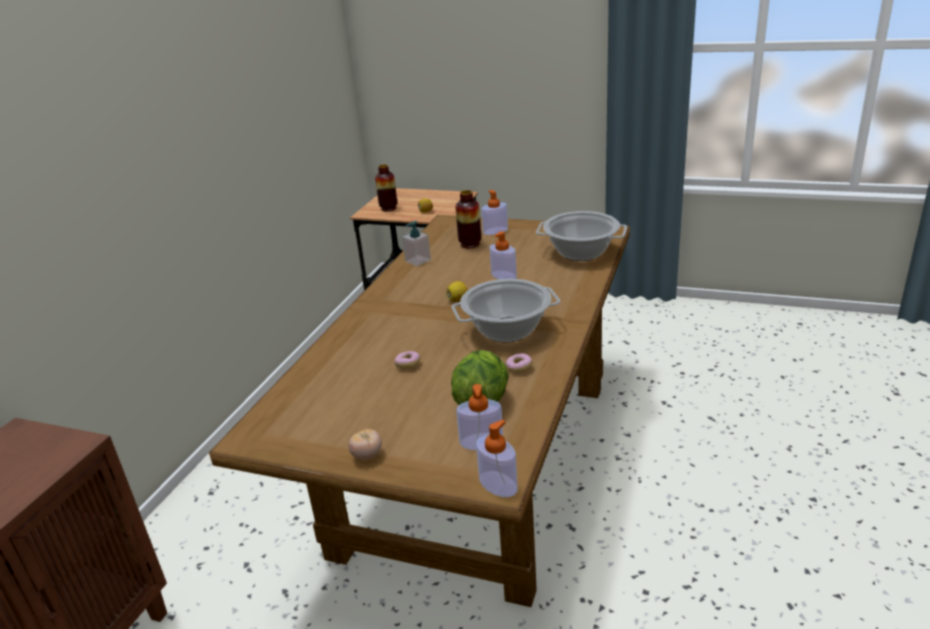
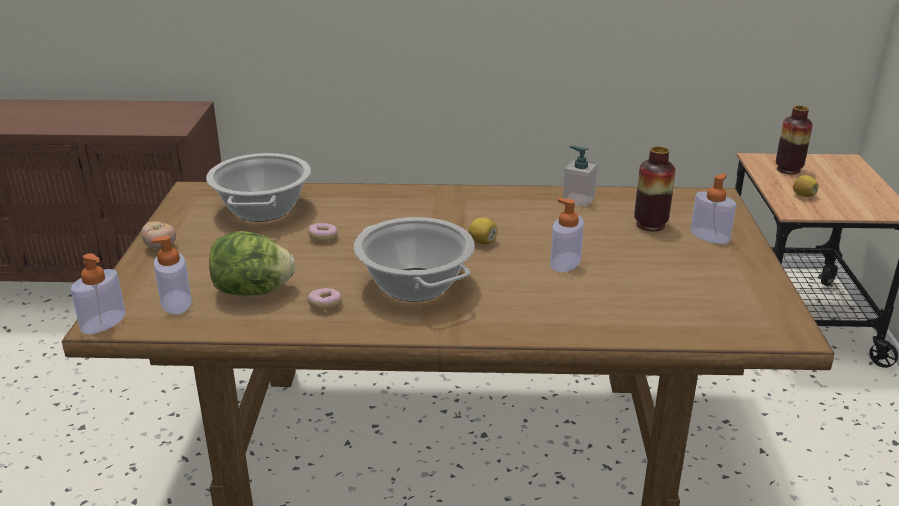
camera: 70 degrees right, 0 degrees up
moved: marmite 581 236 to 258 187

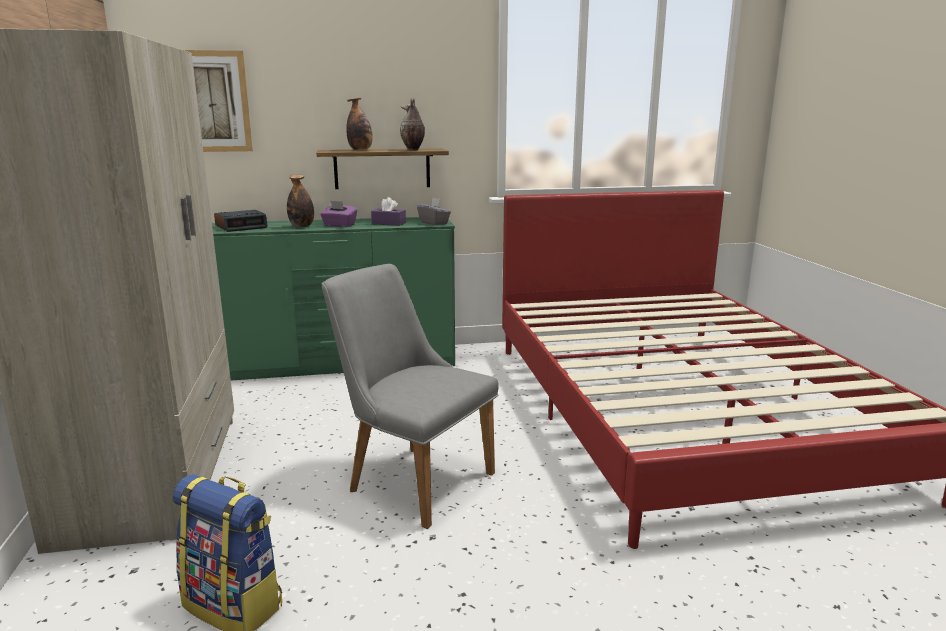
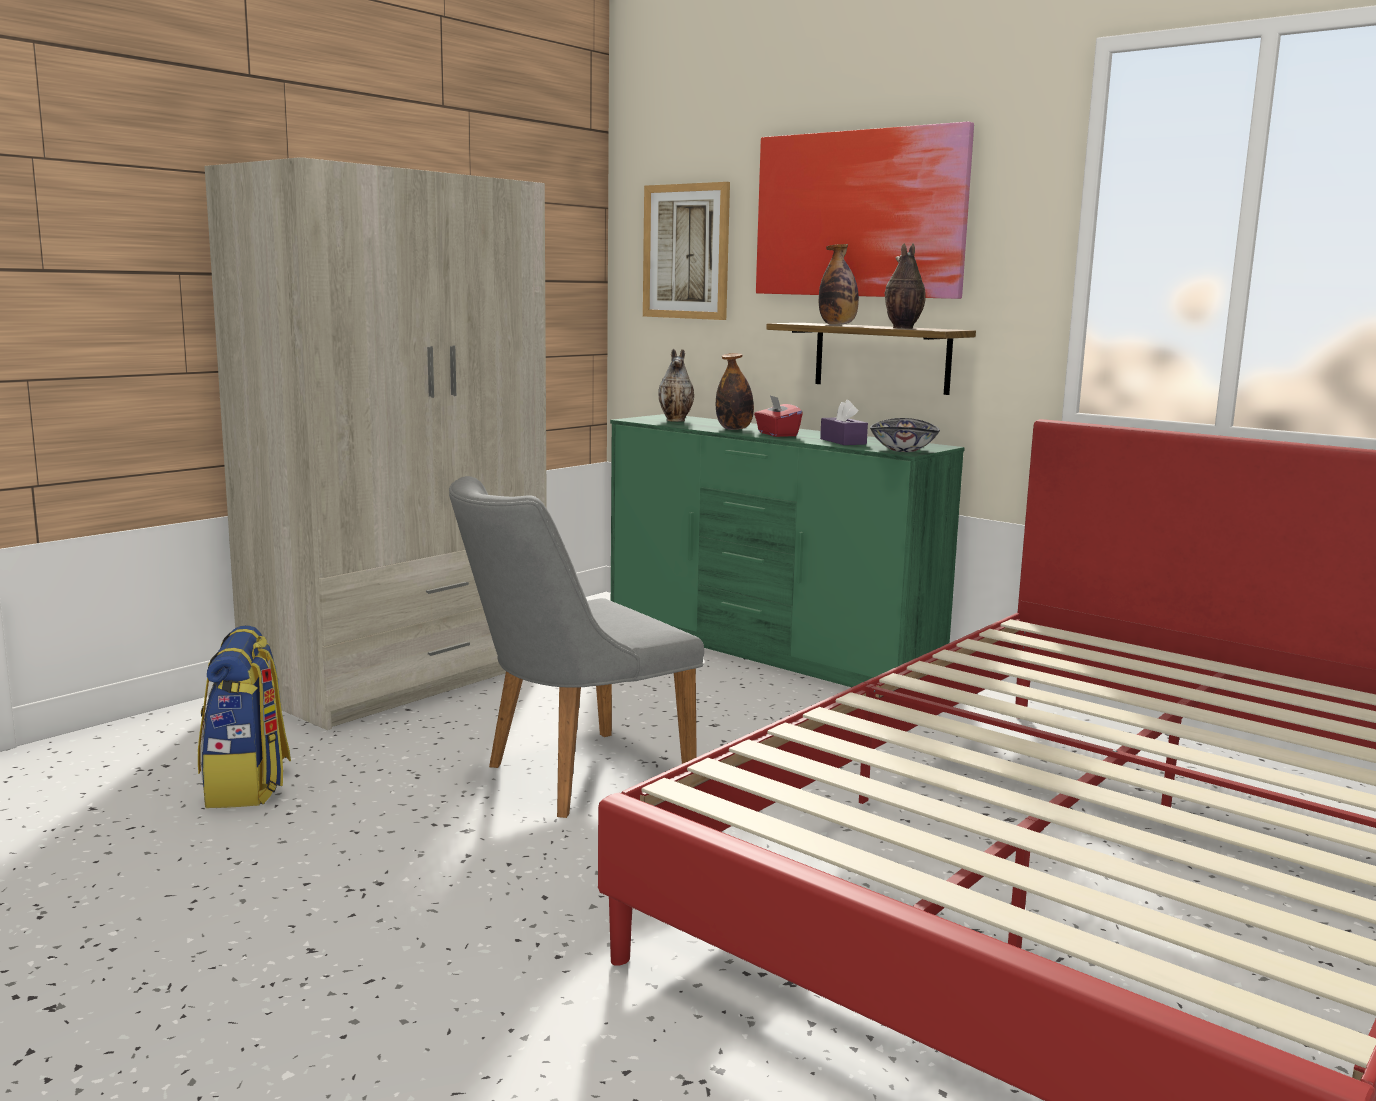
camera: 50 degrees right, 5 degrees down
added: tableau 865 210
replaced: réveil 241 221 to vase 676 385; boîte à mouchoirs/gris 434 211 to bol 905 435
recoloured: boîte à mouchoirs/violet 338 213 to boîte à mouchoirs/rouge 778 416
turned: chaise/gris 410 396 = 576 647 120 degrees counterclockwise

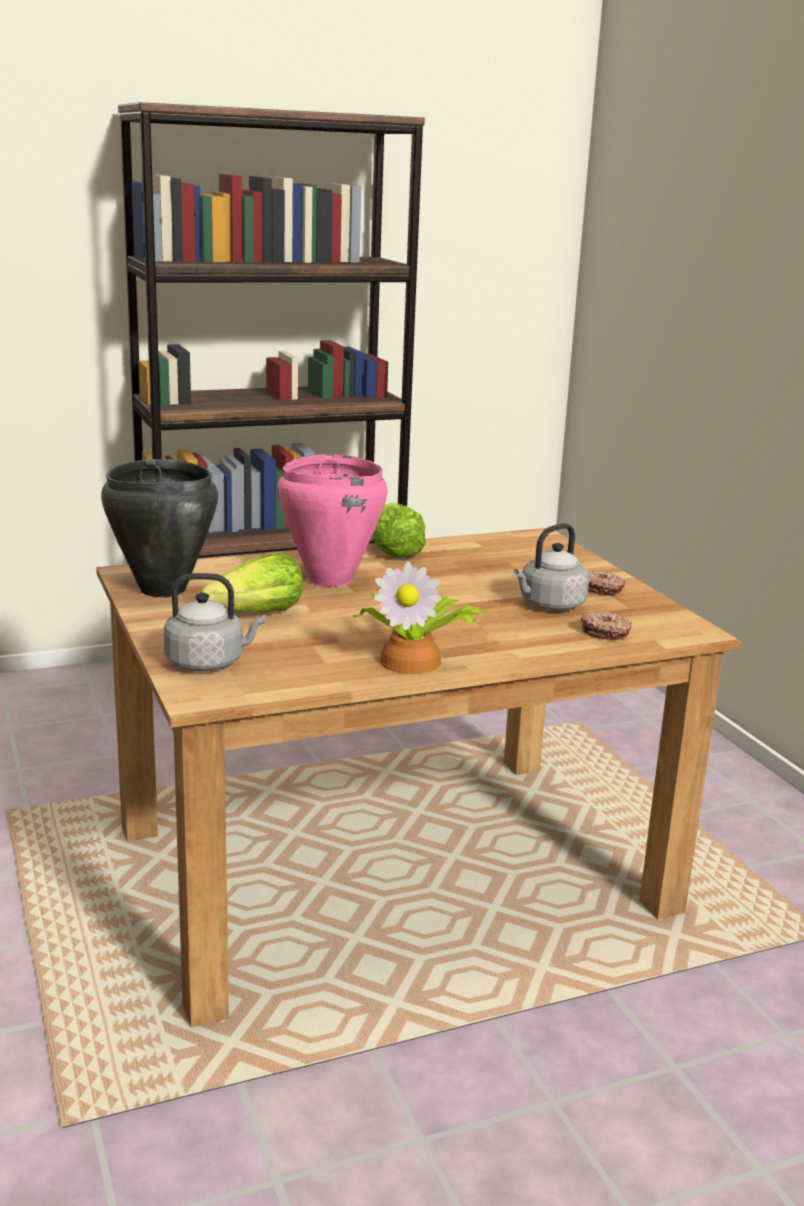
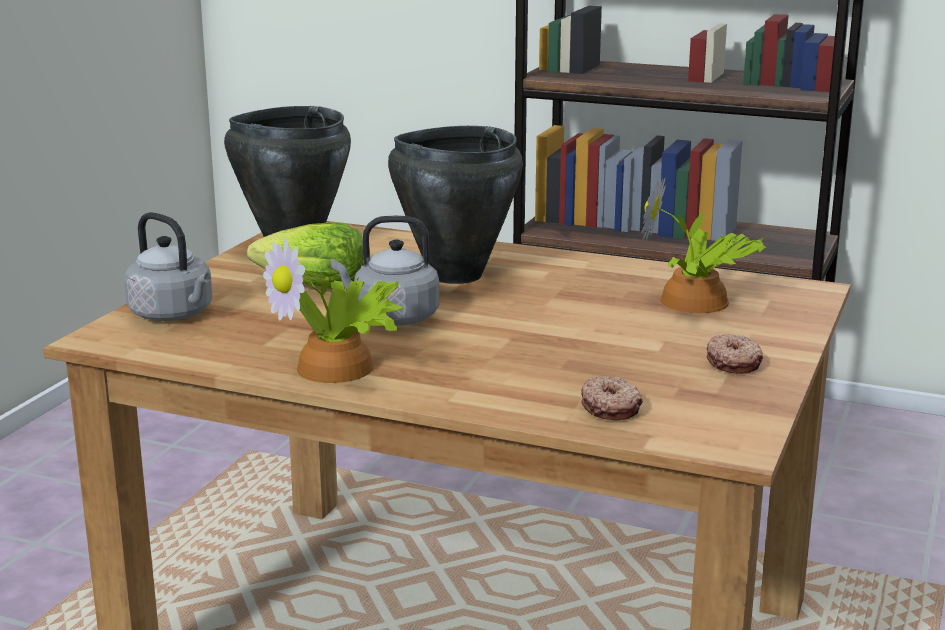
camera: 45 degrees right, 0 degrees up
removed: laitue 399 530
added: plante en pot 703 243
moved: bouilloire/gris 551 567 to 385 270
recoloured: marmite/rose 332 520 to marmite/noir 455 205

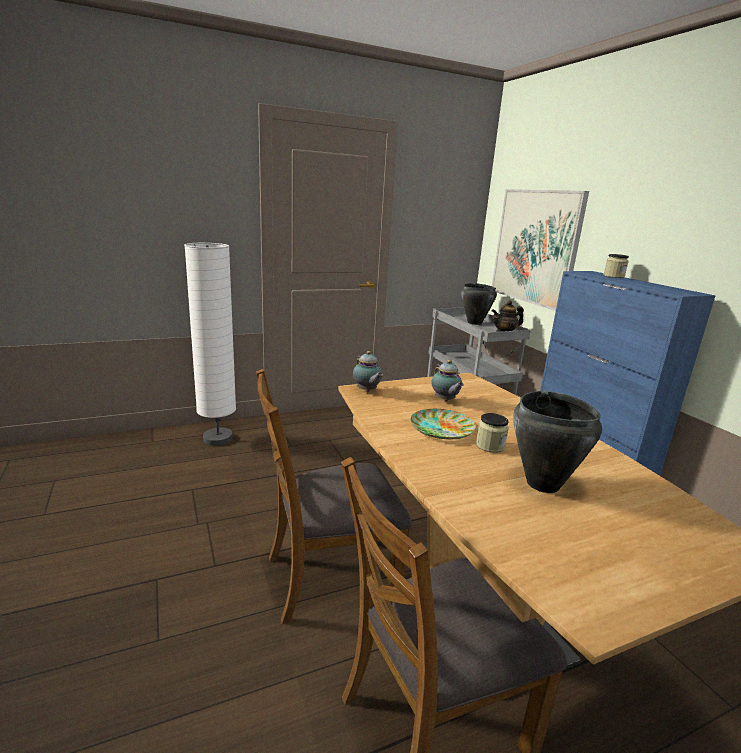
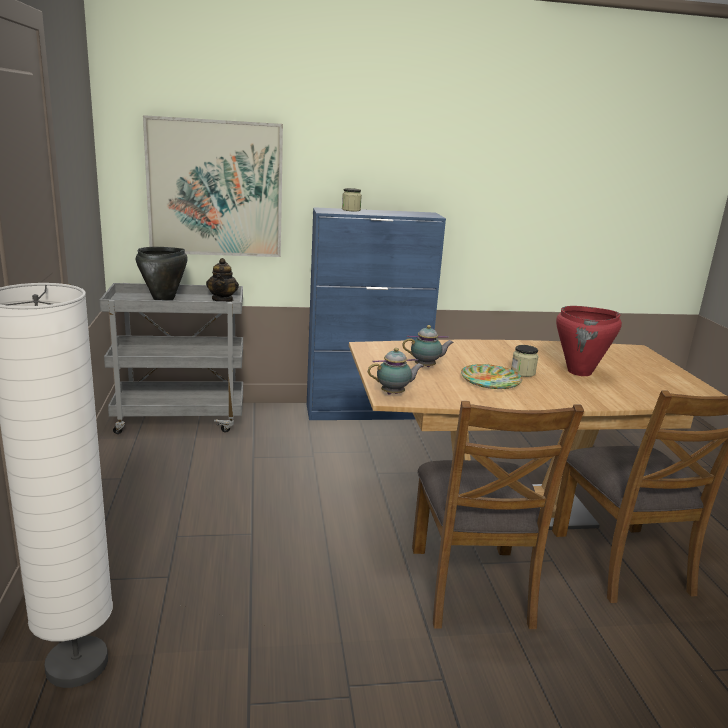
camera: 75 degrees left, 0 degrees up
recoloured: marmite/noir 557 442 to marmite/rouge 589 341

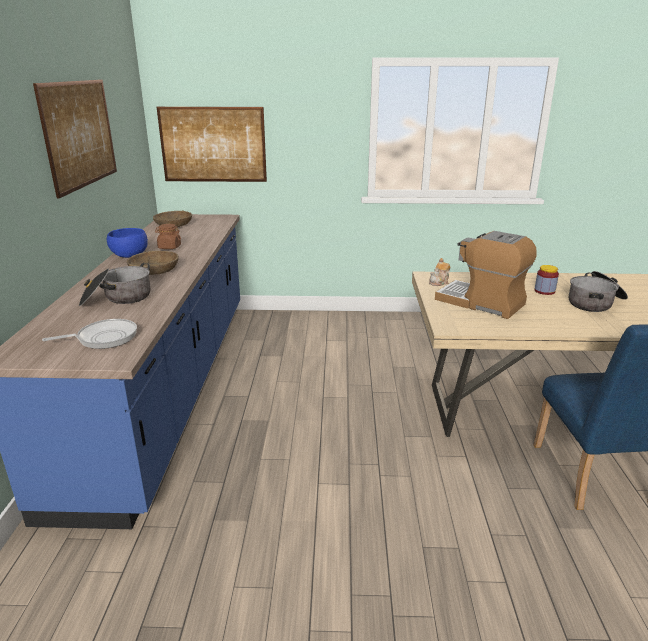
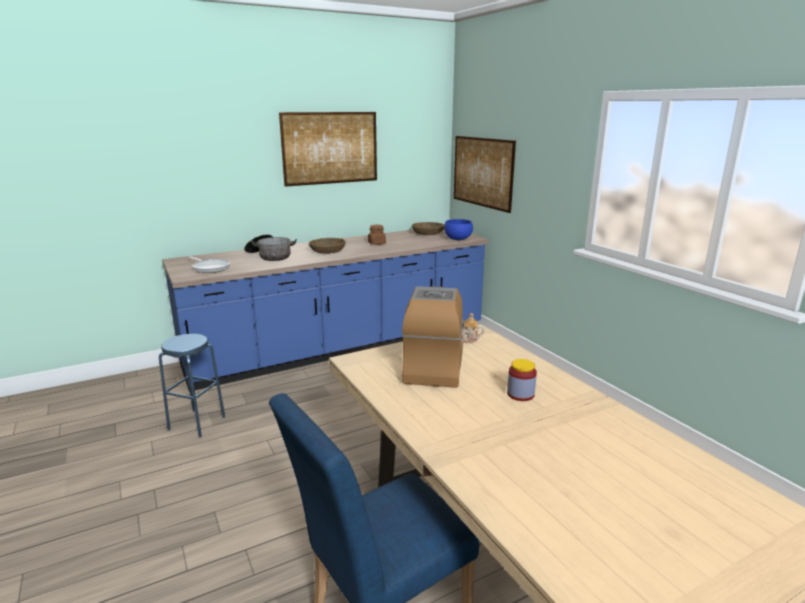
camera: 60 degrees right, 5 degrees down
removed: marmite 598 291
added: tabouret/bleu 192 386
moved: bol/bleu 127 243 to 458 229

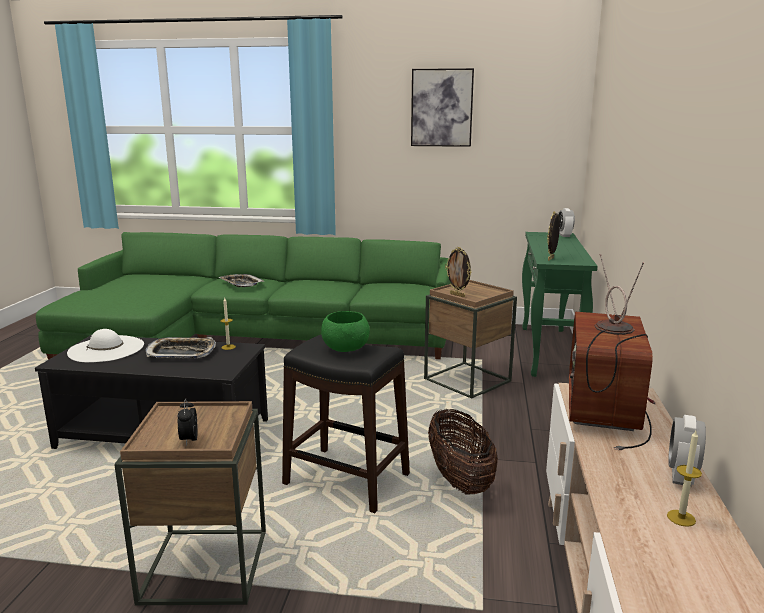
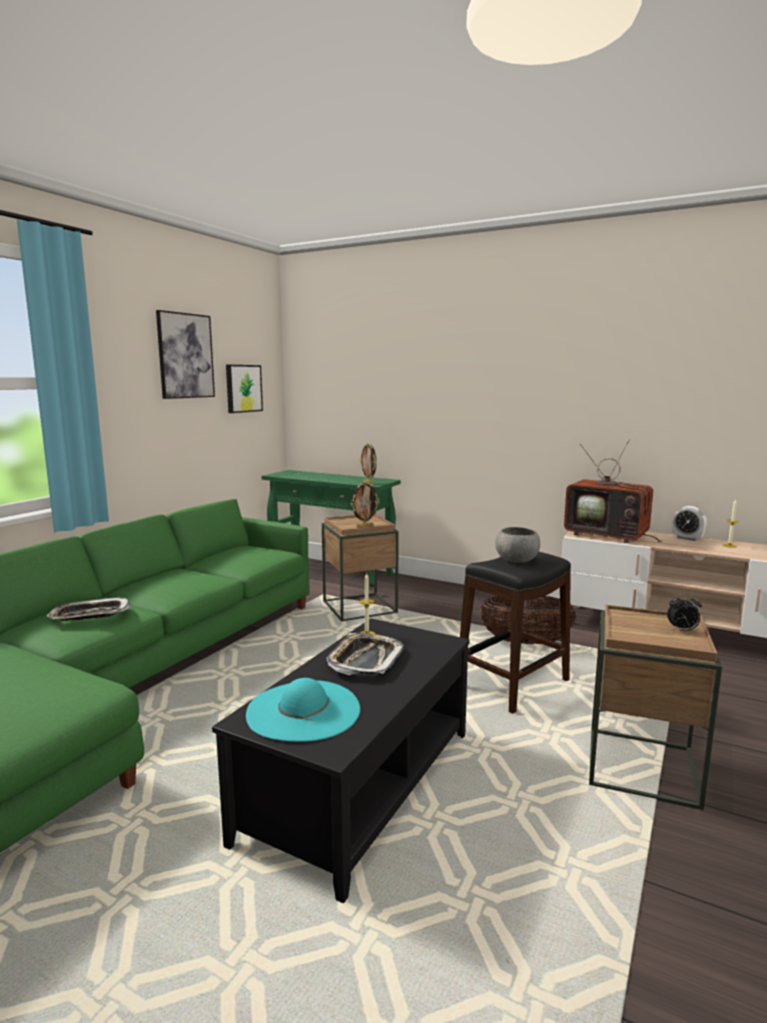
camera: 70 degrees left, 5 degrees down
removed: réveil 566 222
added: tableau 244 389
recoloured: chapeau/blanc 105 345 to chapeau/turquoise 303 710; bol/vert 345 331 to bol/gris 517 545

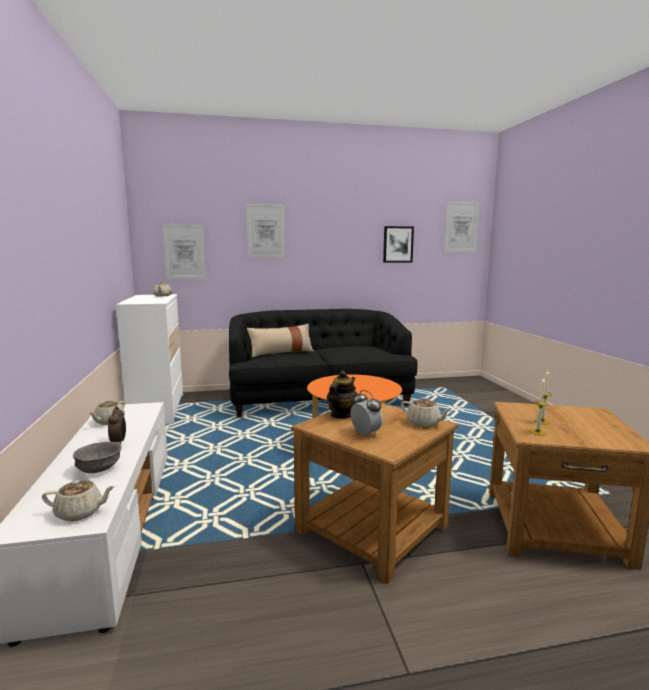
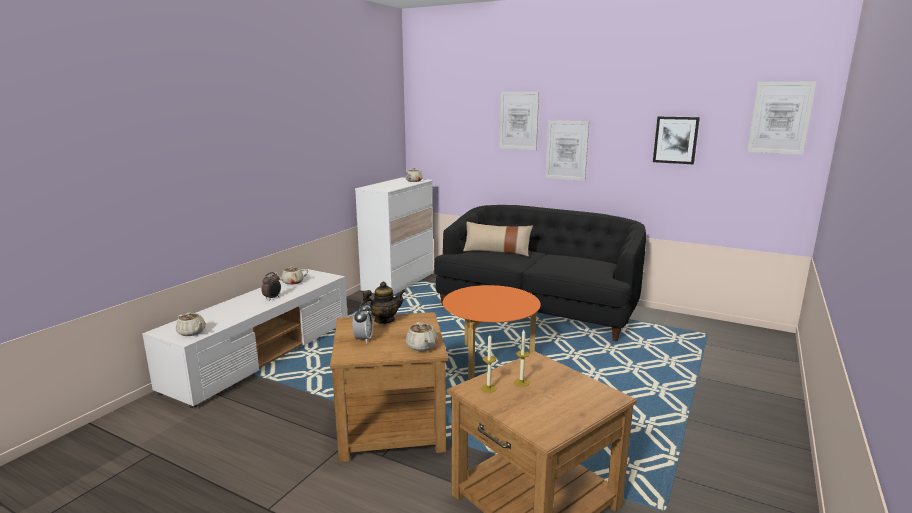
camera: 40 degrees right, 5 degrees up
removed: bol/gris 97 457
moved: tableau 184 251 to 567 150

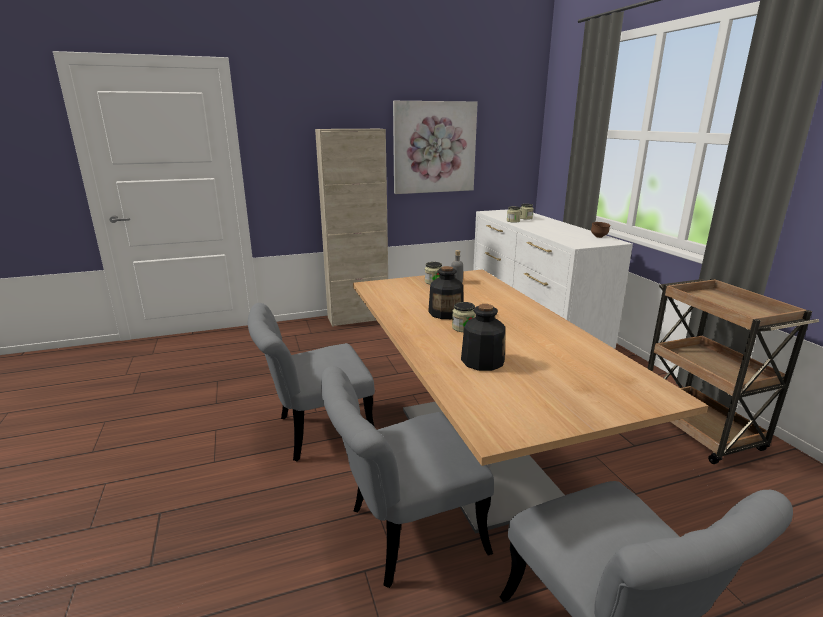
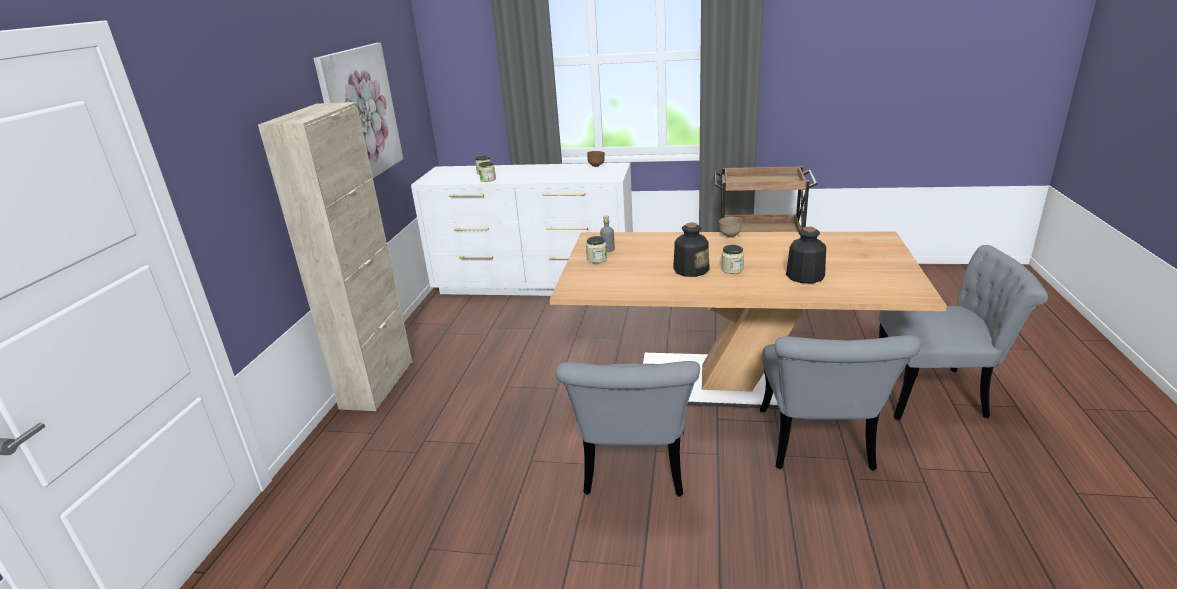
camera: 60 degrees left, 5 degrees up
added: bol/marron 730 227

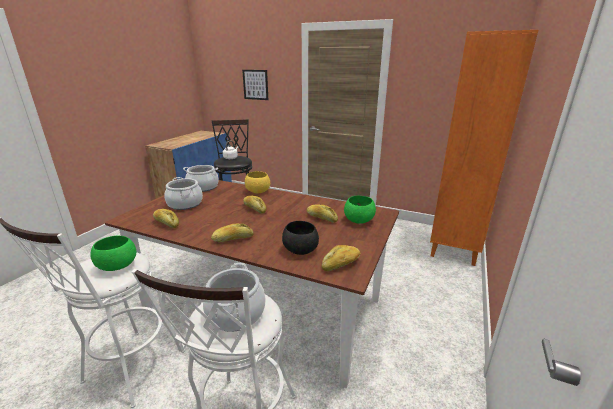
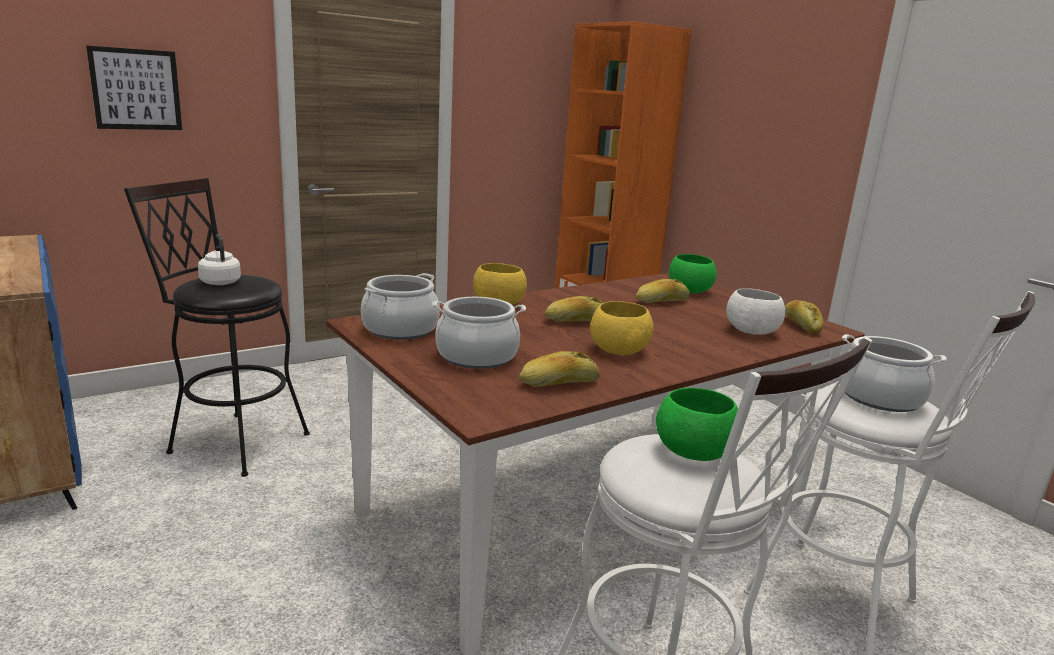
camera: 60 degrees left, 5 degrees down
removed: pain 232 233
added: bol/jaune 621 328
recoloured: bol/noir 300 238 to bol/blanc 755 311

